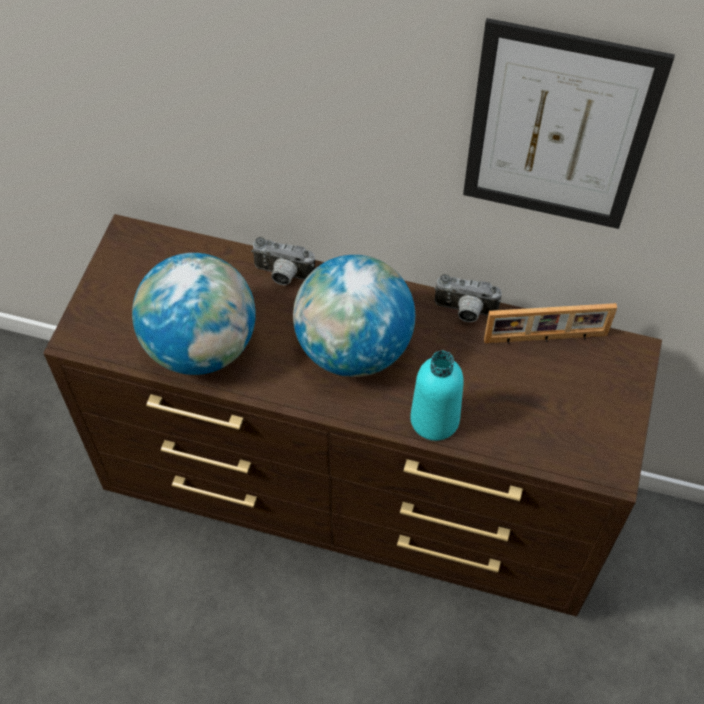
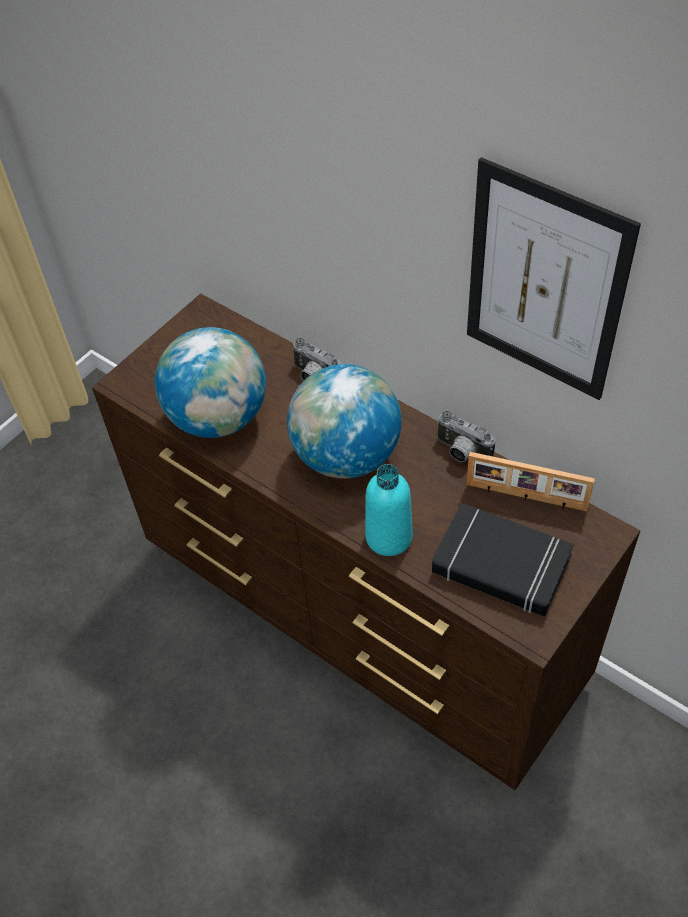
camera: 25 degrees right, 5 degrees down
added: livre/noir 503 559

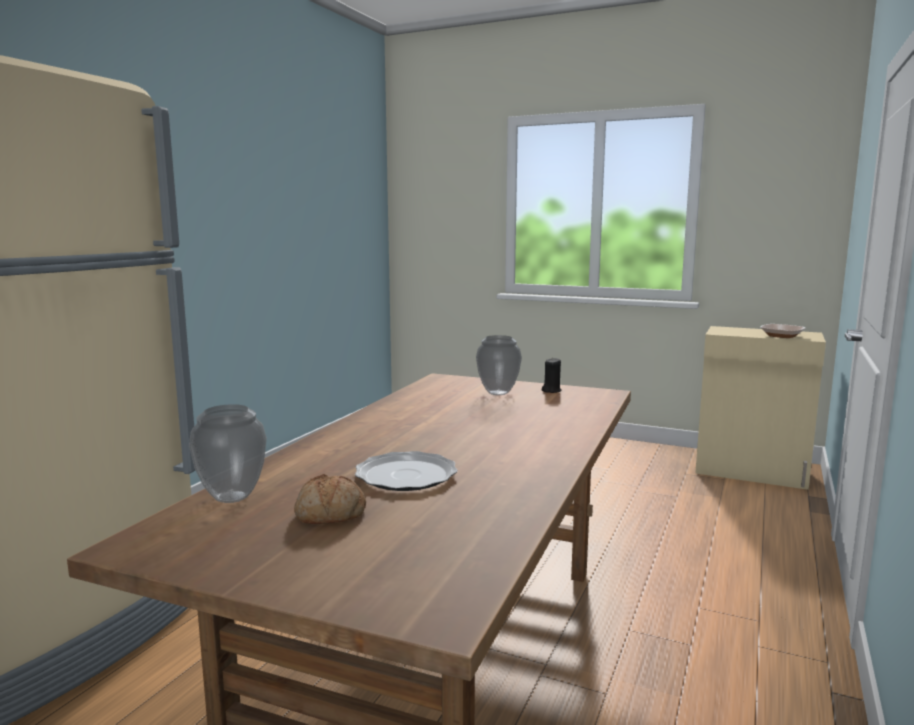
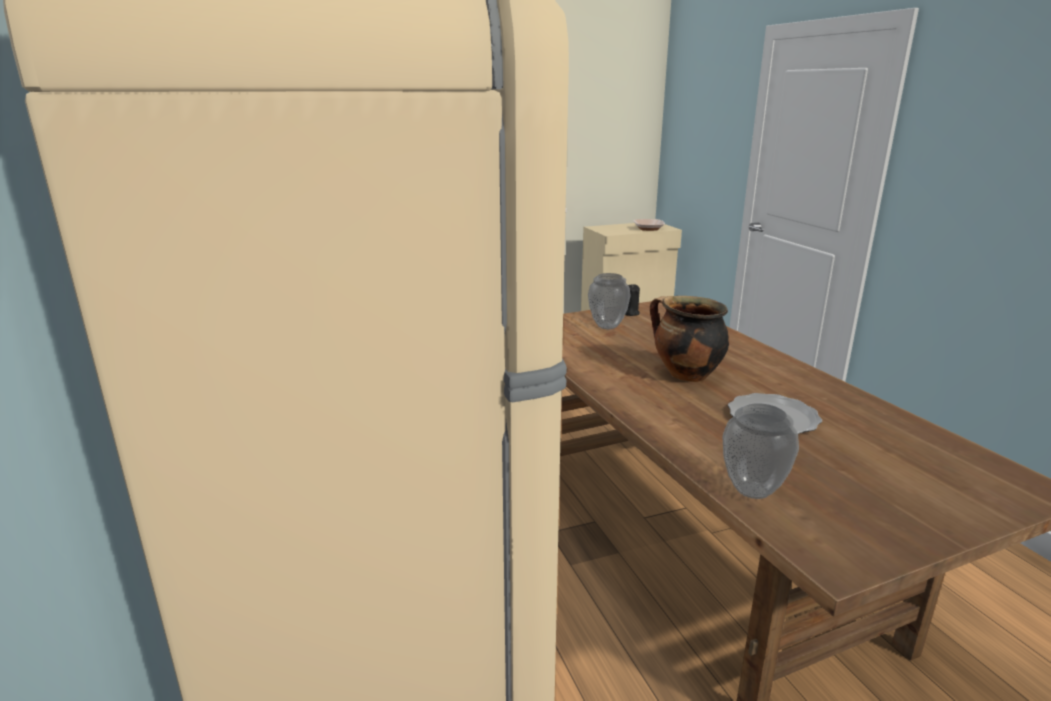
camera: 45 degrees left, 10 degrees up
removed: pain 330 499
added: marmite 690 339

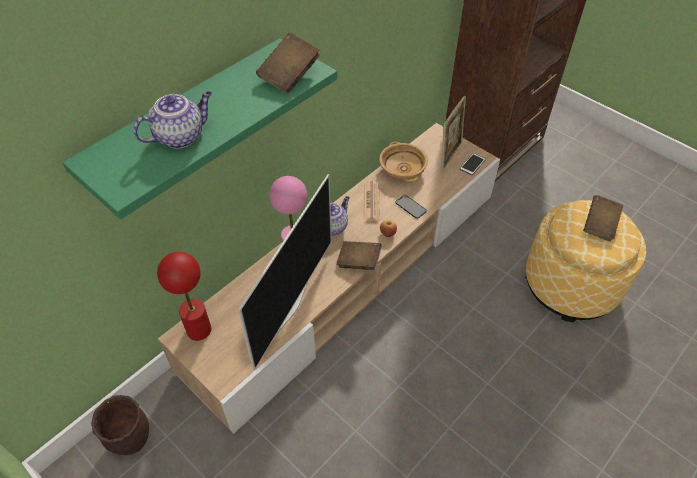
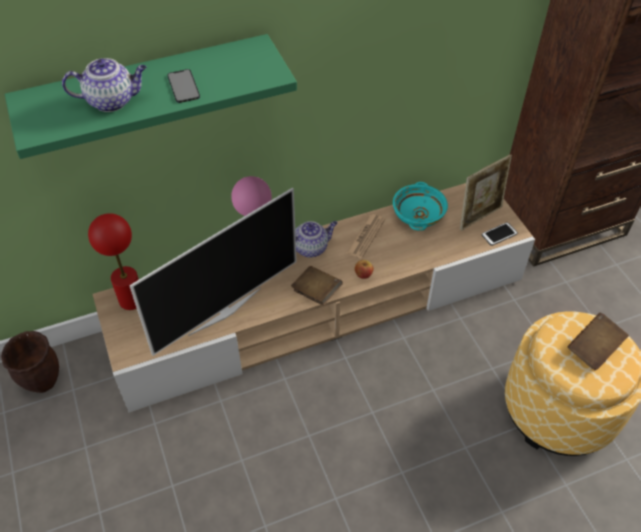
camera: 25 degrees right, 0 degrees up
removed: livre/marron 288 63
moved: téléphone 411 207 to 183 86
recoloured: bol/beige 403 162 to bol/turquoise 420 206

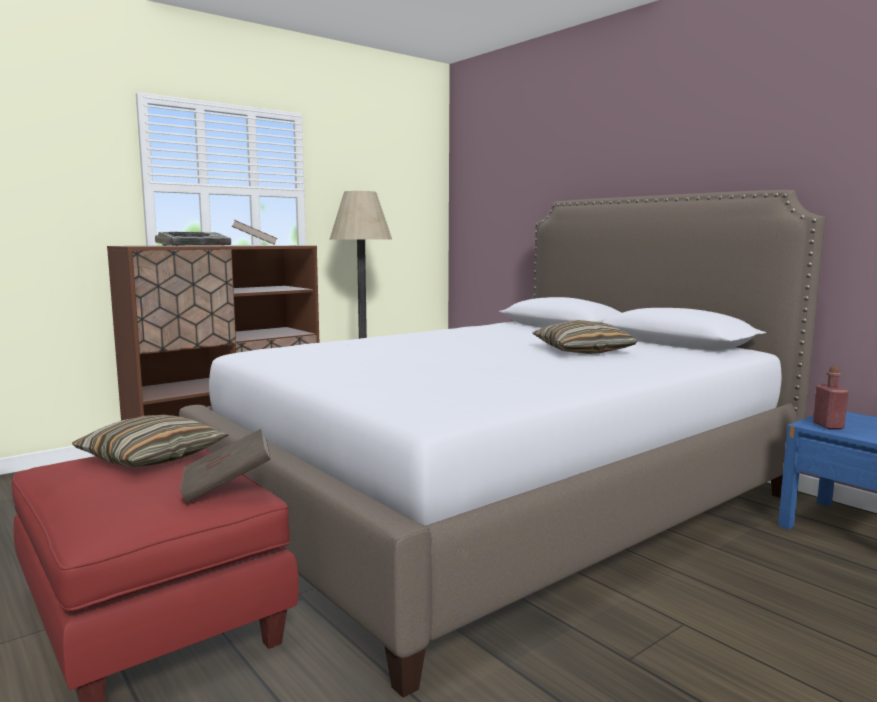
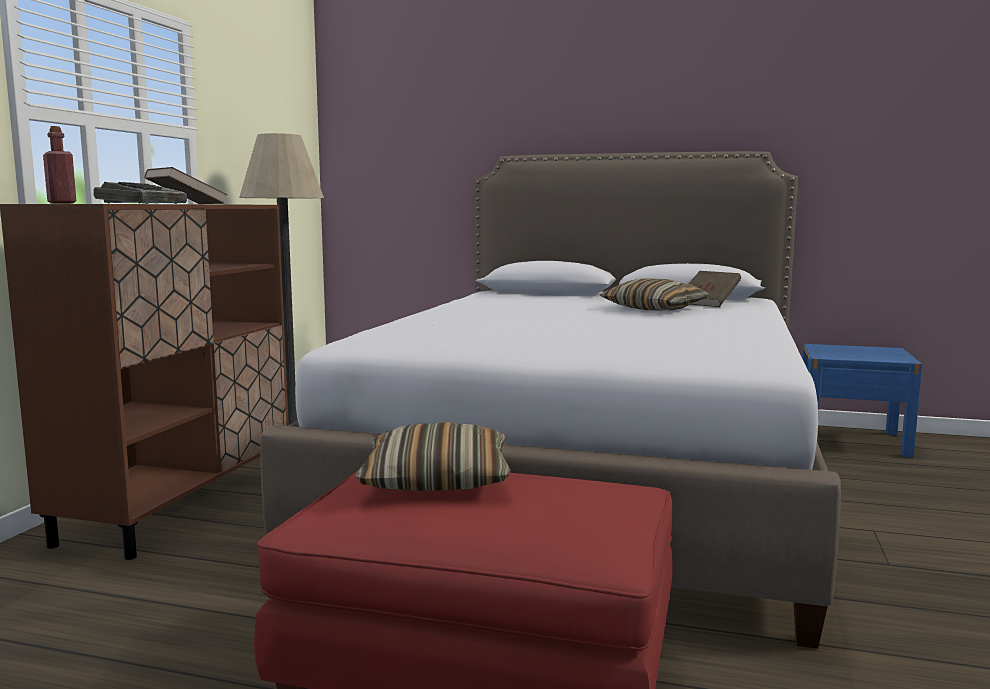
camera: 35 degrees left, 0 degrees up
moved: livre/marron 225 465 to 714 289; bouteille/rouge 831 398 to 59 165

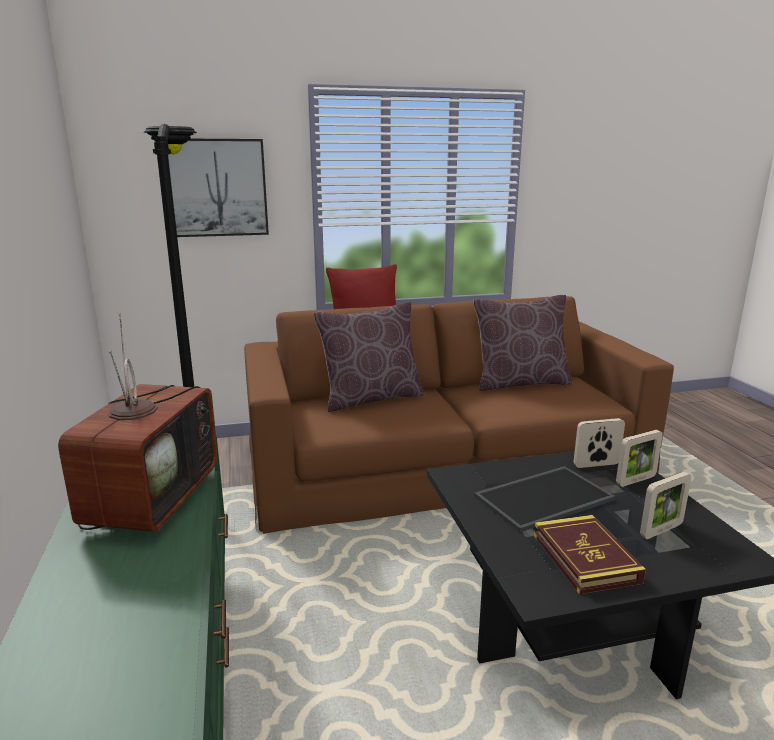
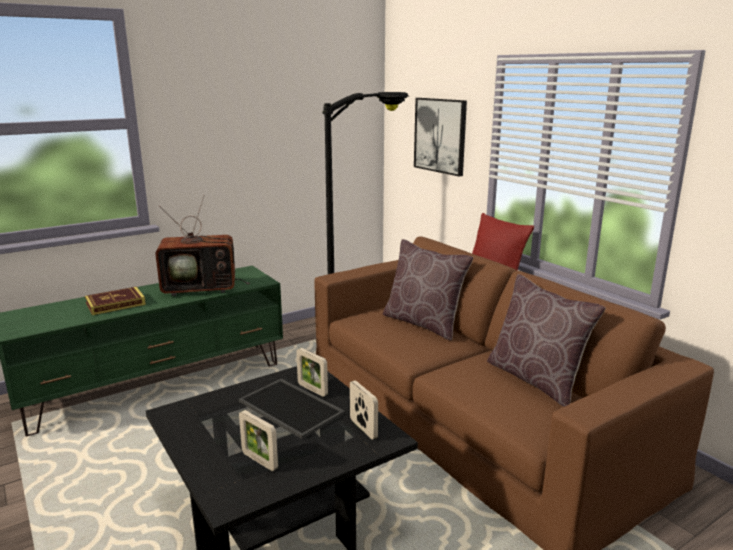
camera: 70 degrees right, 0 degrees up
moved: livre 590 554 to 115 301; cadre photo 639 458 to 312 372

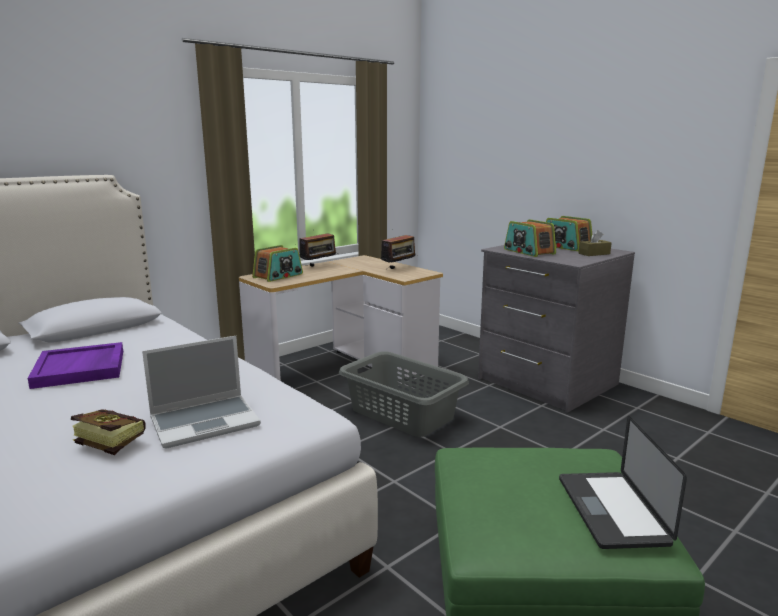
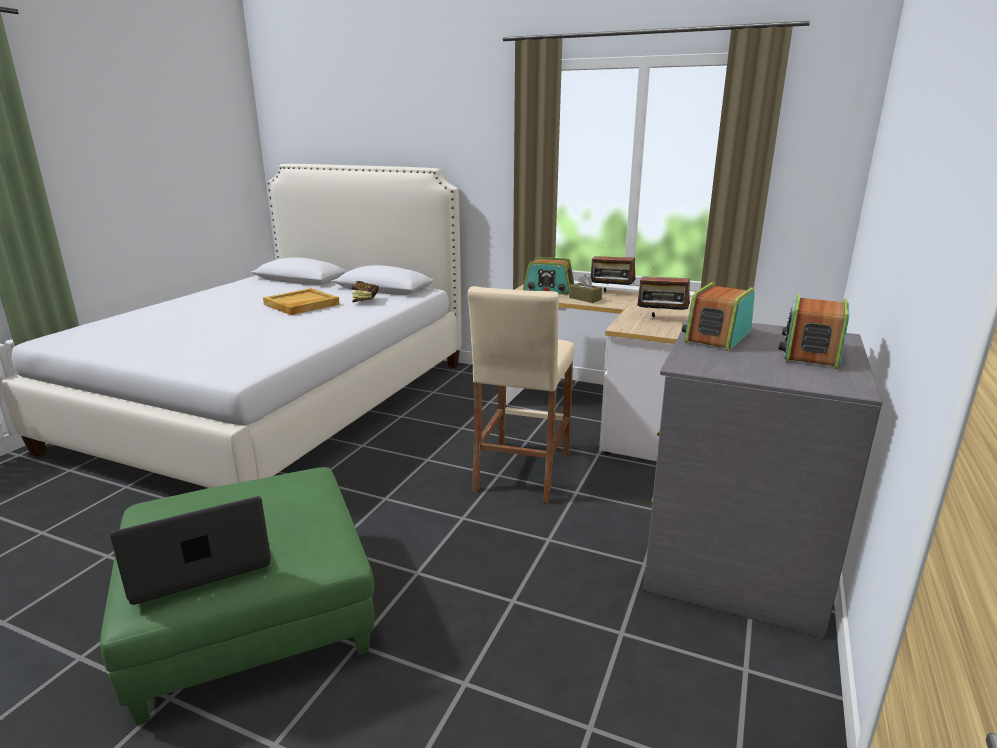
camera: 65 degrees right, 5 degrees up
removed: ordinateur portable 201 392
moved: livre 108 432 to 365 291; boîte à mouchoirs/marron 595 243 to 585 288
replaced: panier à linge/gris 404 394 to tabouret/beige 521 394
recoloured: plateau/violet 75 365 to plateau/beige 301 301

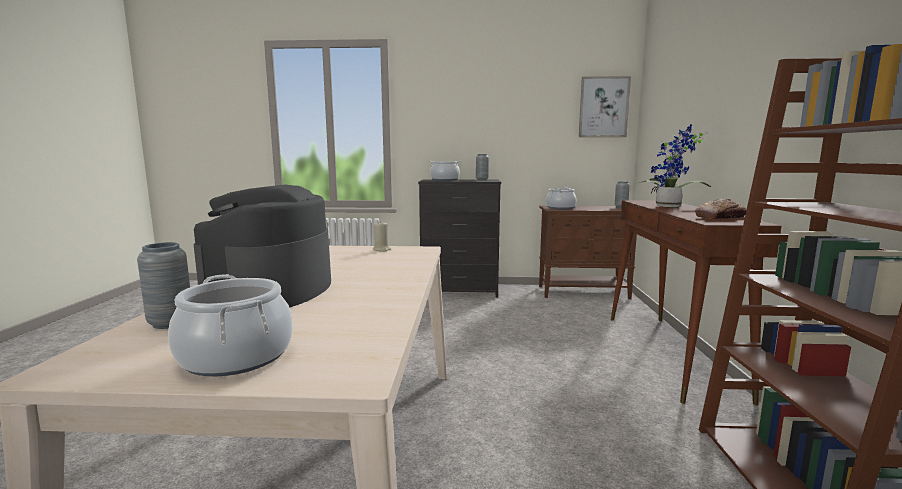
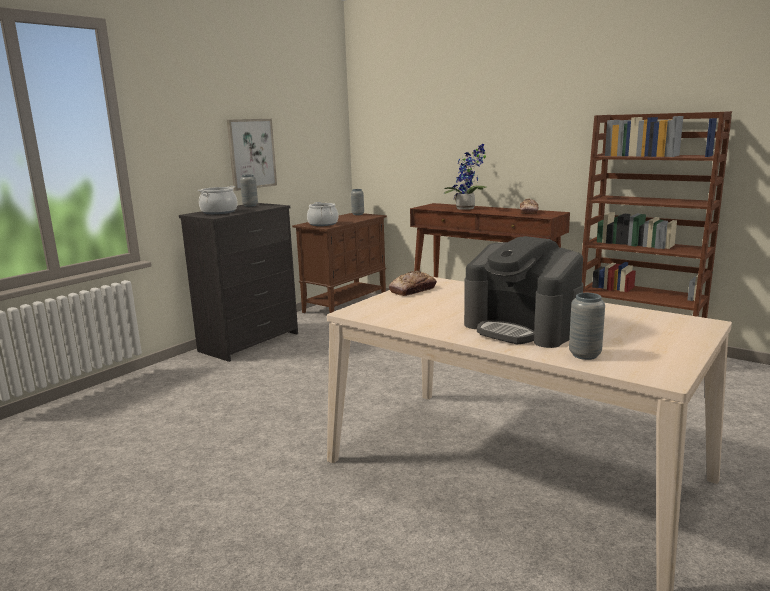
camera: 55 degrees left, 5 degrees up
removed: marmite 230 325
moved: tableau 605 106 to 252 155
replaced: bougie/beige 382 236 to pain 413 283

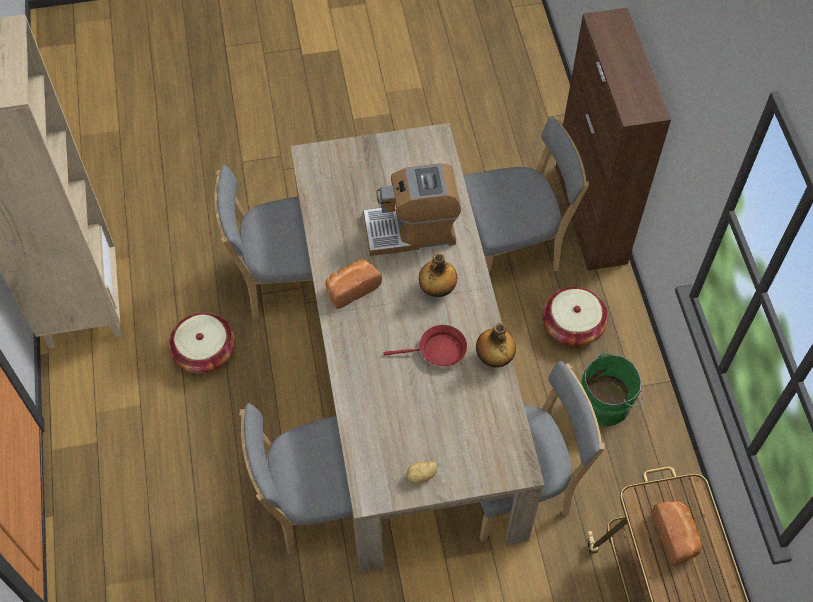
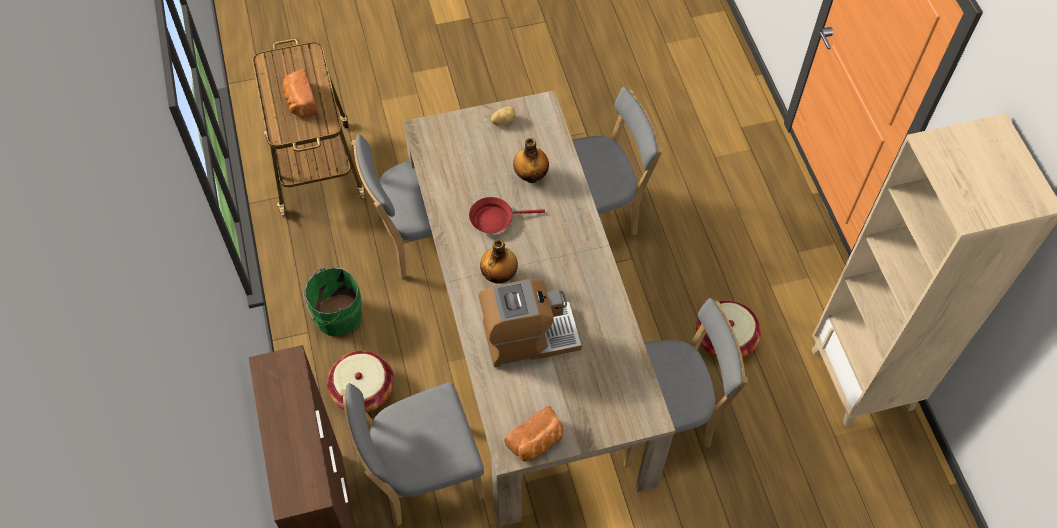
camera: 175 degrees right, 0 degrees up
moved: pain 354 284 to 533 433; bouteille 496 345 to 531 160

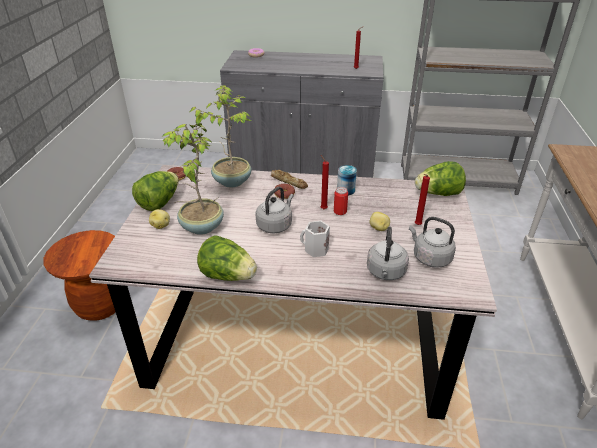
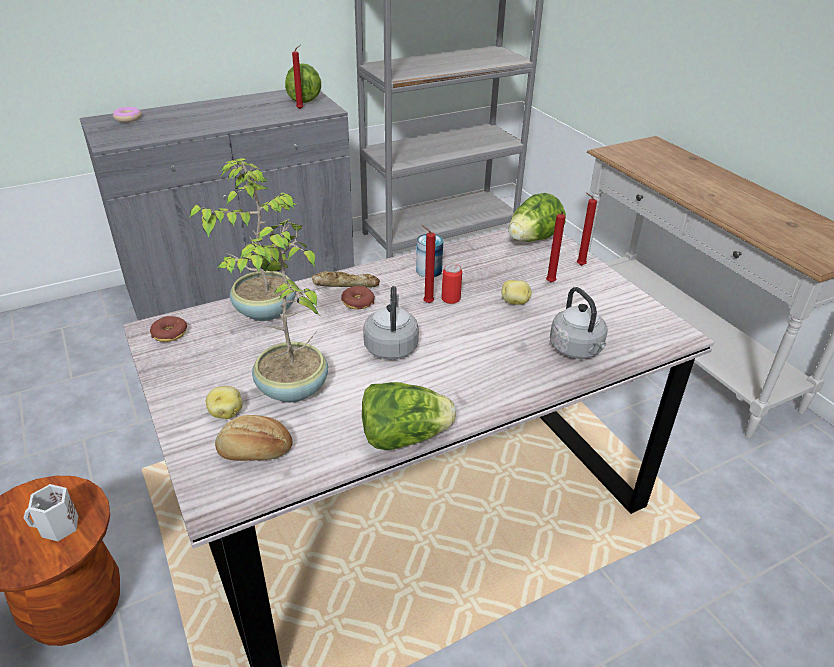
camera: 35 degrees left, 0 degrees up
removed: bouilloire/gris 432 242
added: pain 253 438; bougie/rouge 587 229
moved: laitue 155 191 to 303 83; mug/blanc 315 239 to 51 512

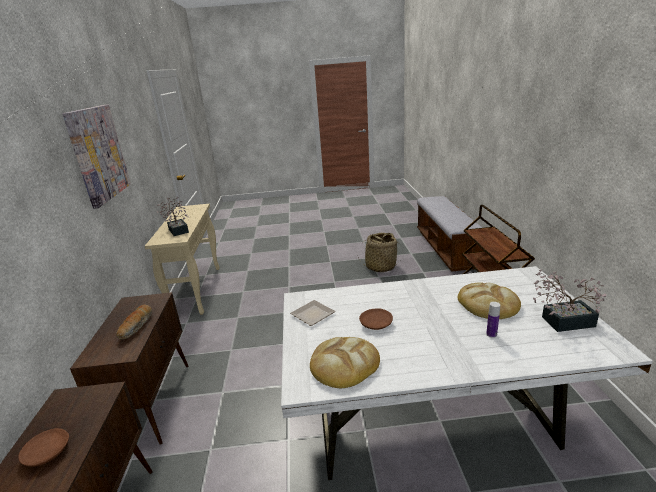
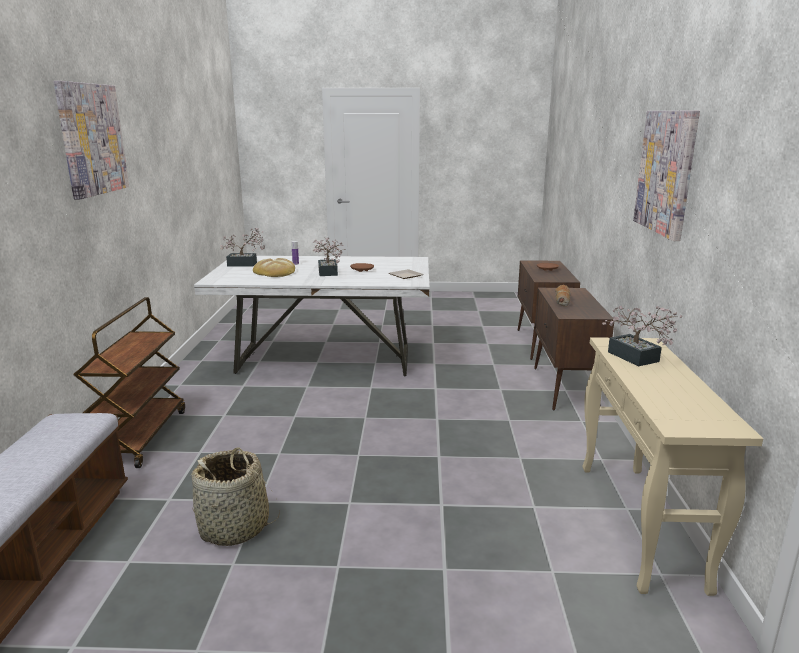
camera: 175 degrees left, 5 degrees down
removed: pain 345 362
added: tableau 91 140; plante en pot 329 256

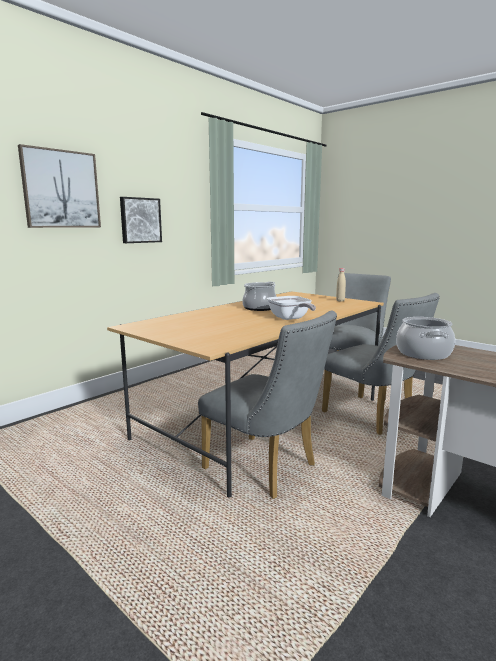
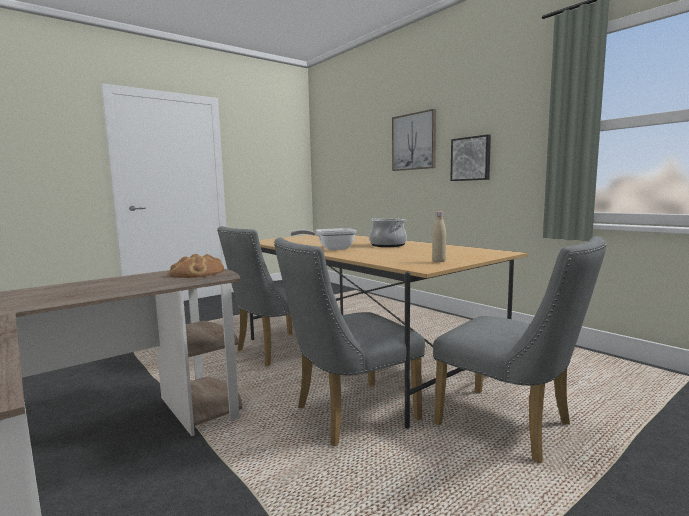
camera: 100 degrees right, 5 degrees down
replaced: marmite 425 338 to pain 196 266

